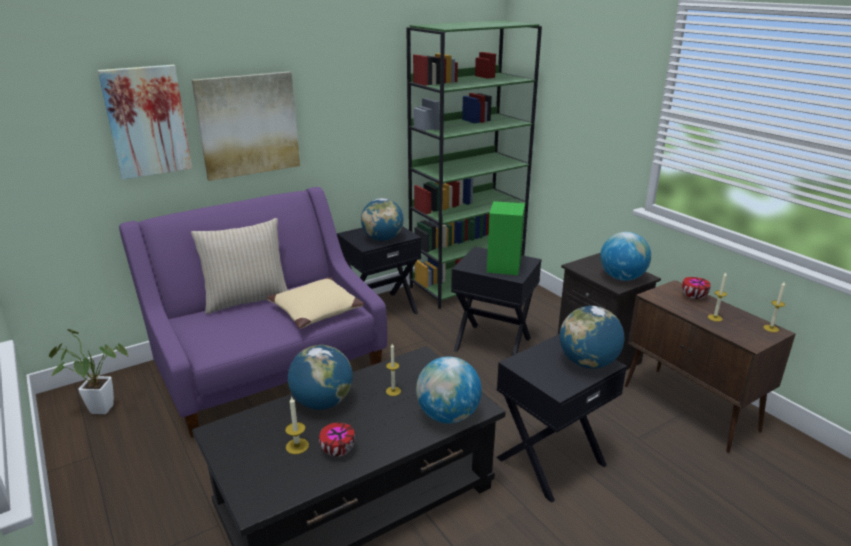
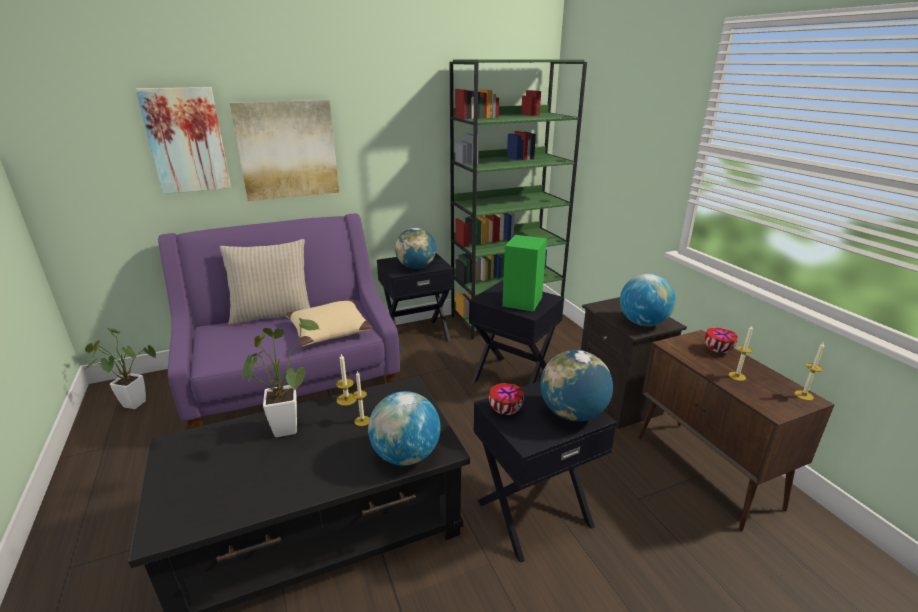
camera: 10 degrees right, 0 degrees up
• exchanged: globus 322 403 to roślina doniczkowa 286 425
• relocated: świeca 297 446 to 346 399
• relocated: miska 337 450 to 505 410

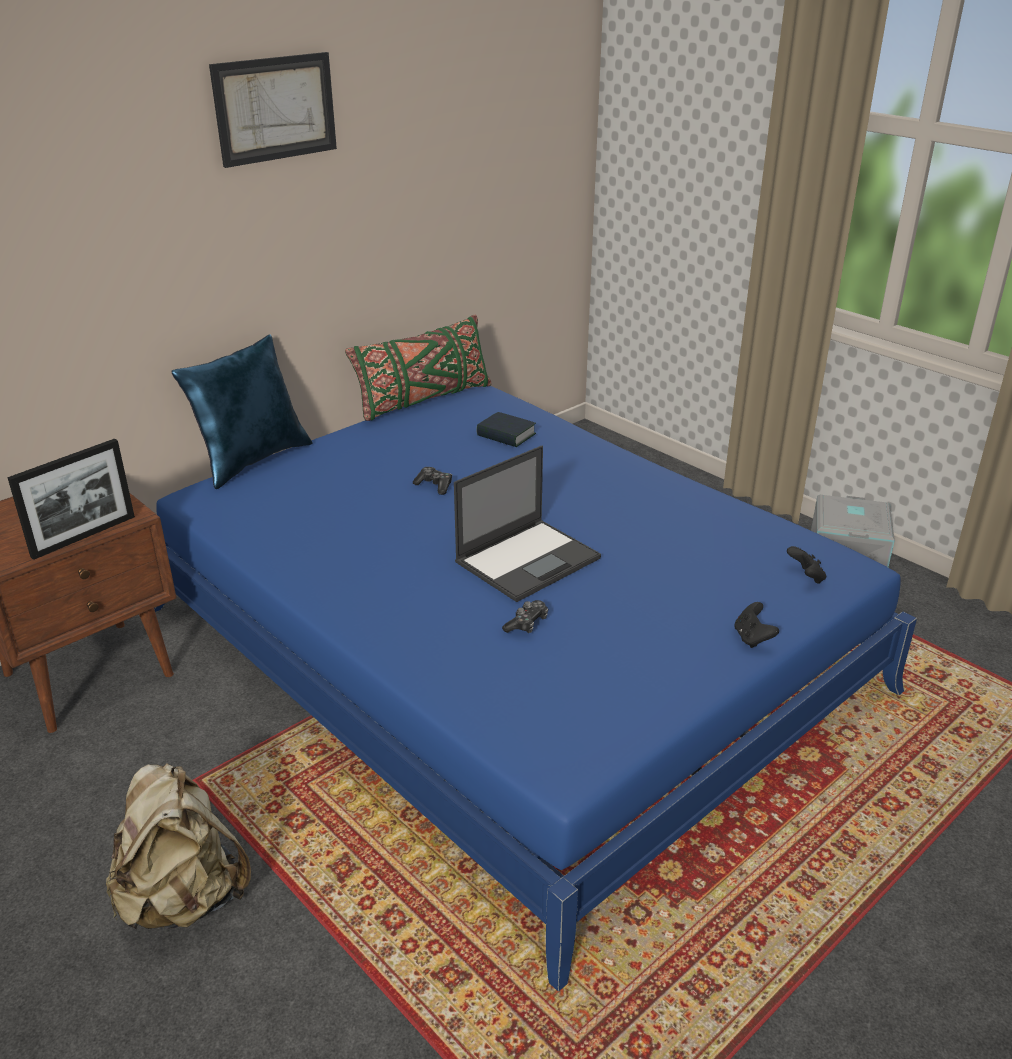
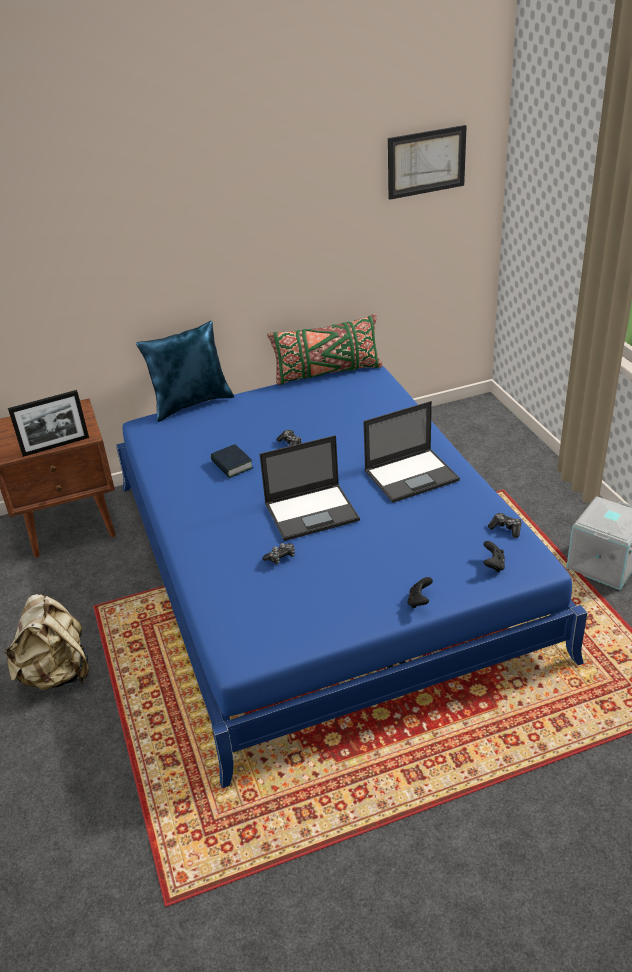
camera: 25 degrees right, 5 degrees up
• relocated: obraz 275 108 to 426 162
• relocated: książka 506 435 to 232 465
• appeared: laptop 412 475
• appeared: pad do gier 506 528

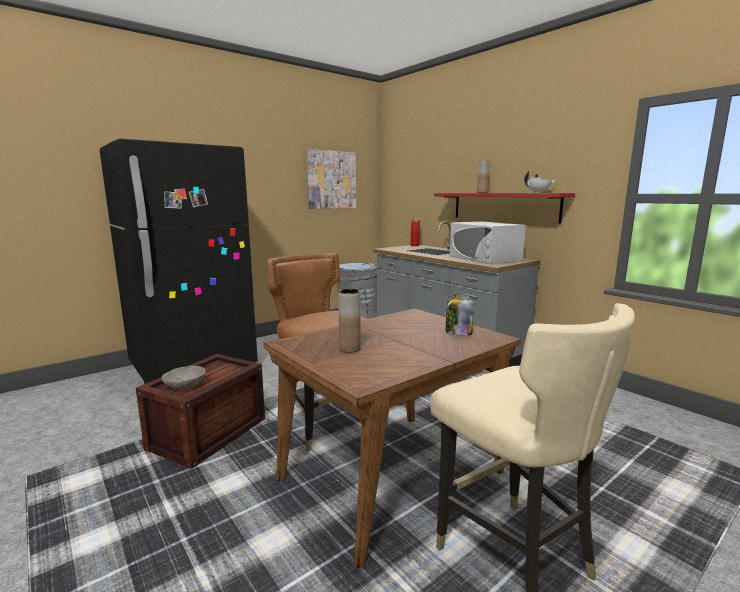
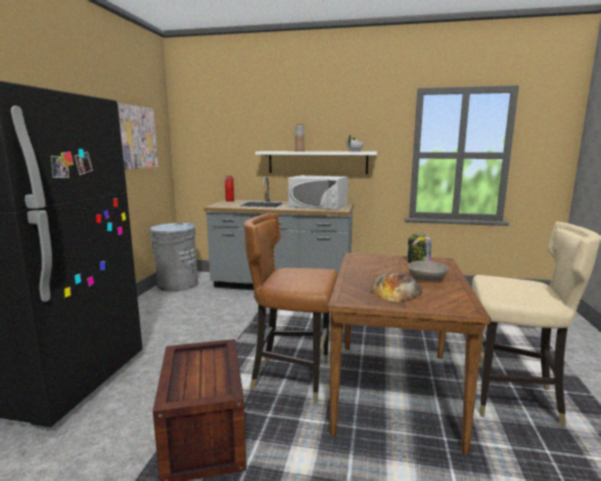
camera: 40 degrees left, 0 degrees up
• colour: półka [czerwony] 504 206 to półka [biały] 317 162
• exchanged: wazon [brązowy] 349 349 to chleb 396 290
• relocated: miska [szary] 185 385 to 426 278

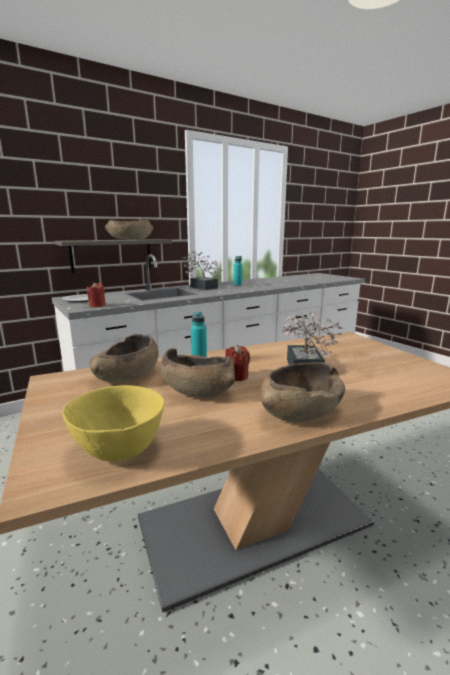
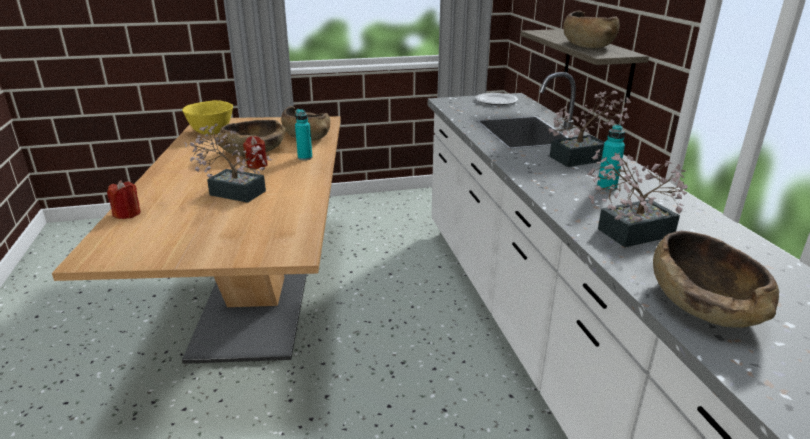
camera: 110 degrees right, 10 degrees up
• relocated: świeca [czerwony] 97 306 to 127 214
• relocated: miska [brązowy] 300 410 to 704 304
• appeared: roślina doniczkowa 628 233

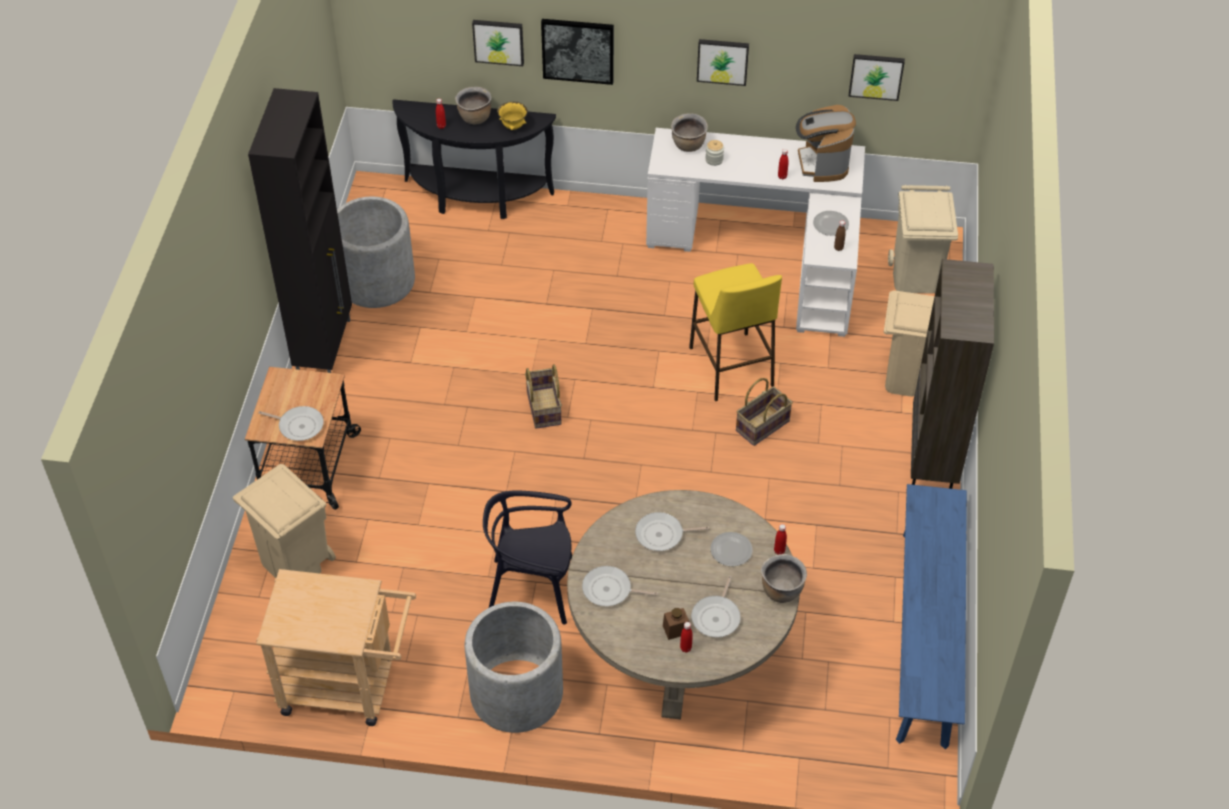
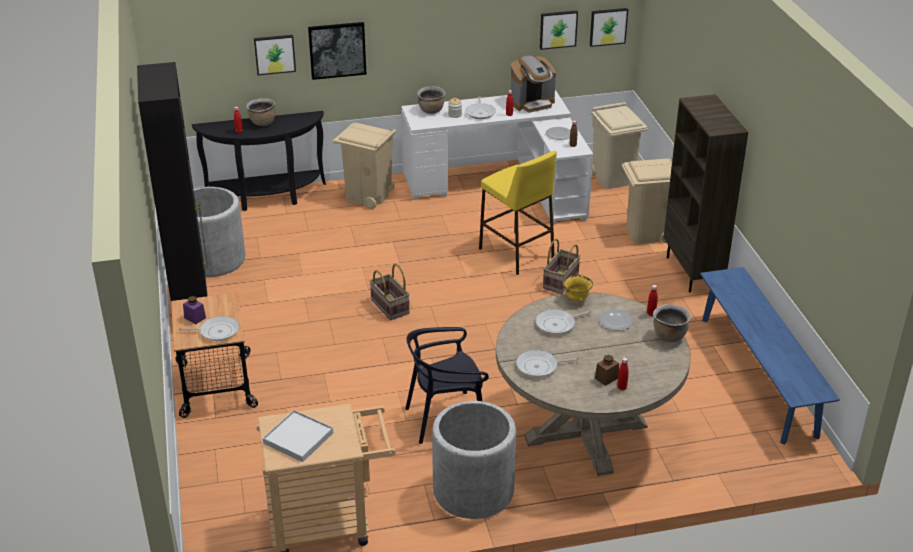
camera: 20 degrees left, 15 degrees down
• relocated: obraz 722 61 to 608 26
• relocated: miska [żółty] 513 126 to 576 299
• spun: ekspres do kawy 822 163 = 532 103 90 degrees counterclockwise
• relocated: kosz na śmieci [beżowy] 294 562 to 368 196
• relocated: patelnia 717 617 to 480 112
• appeared: słoik [fioletowy] 195 318
• appeared: taca [biały] 298 438

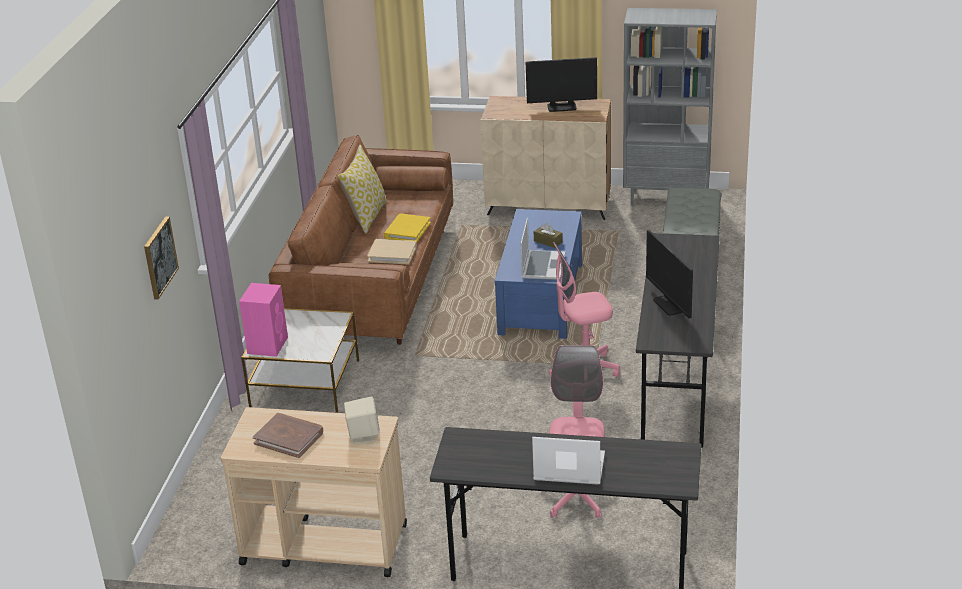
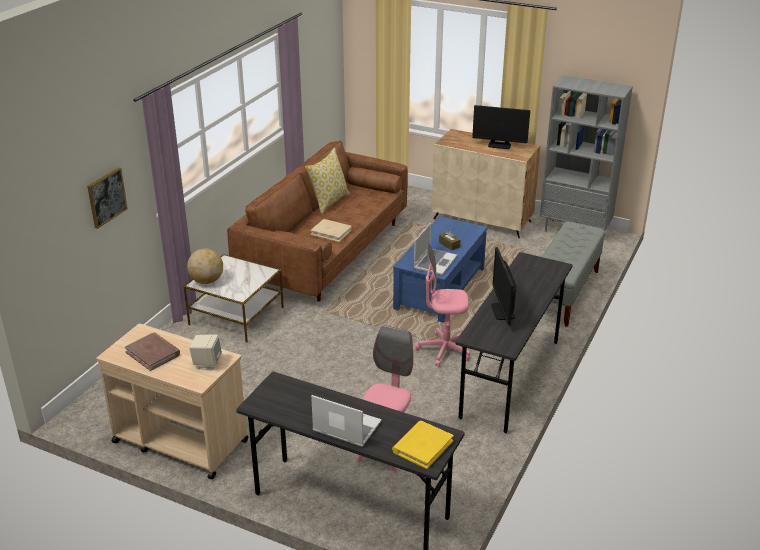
camera: 15 degrees right, 0 degrees up
• relocated: książka [żółty] 407 230 to 422 446
• exchanged: głośnik [różowy] 268 344 to globus 207 281

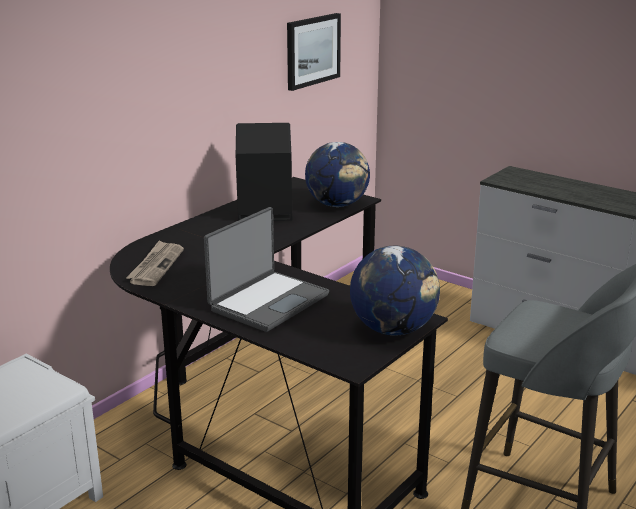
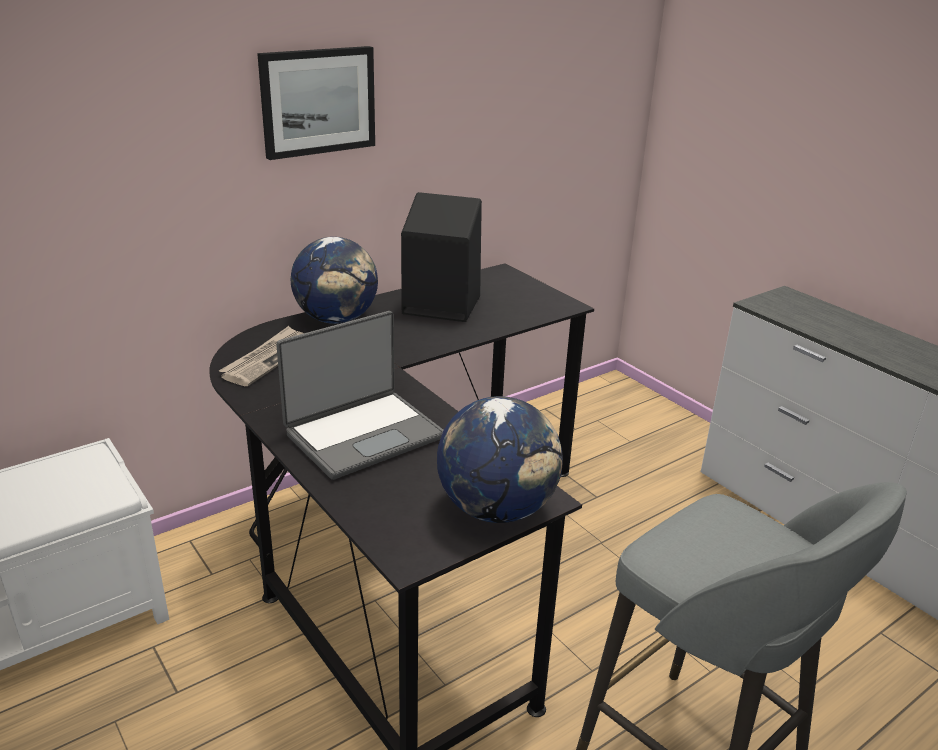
camera: 15 degrees right, 5 degrees up
• relocated: obraz 312 50 to 318 101
• relocated: globus 337 205 to 336 319

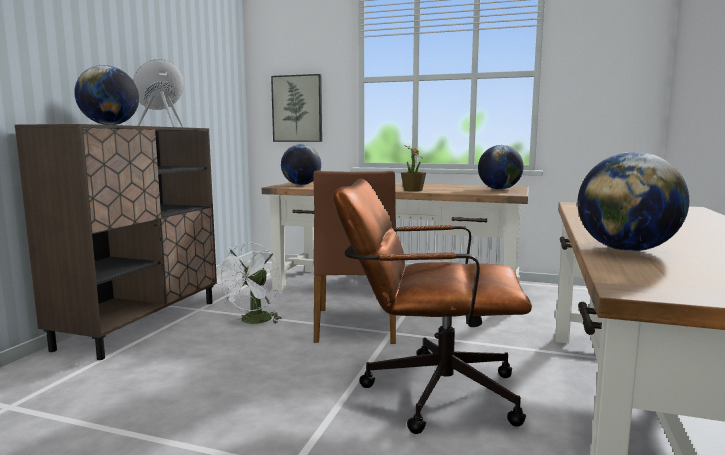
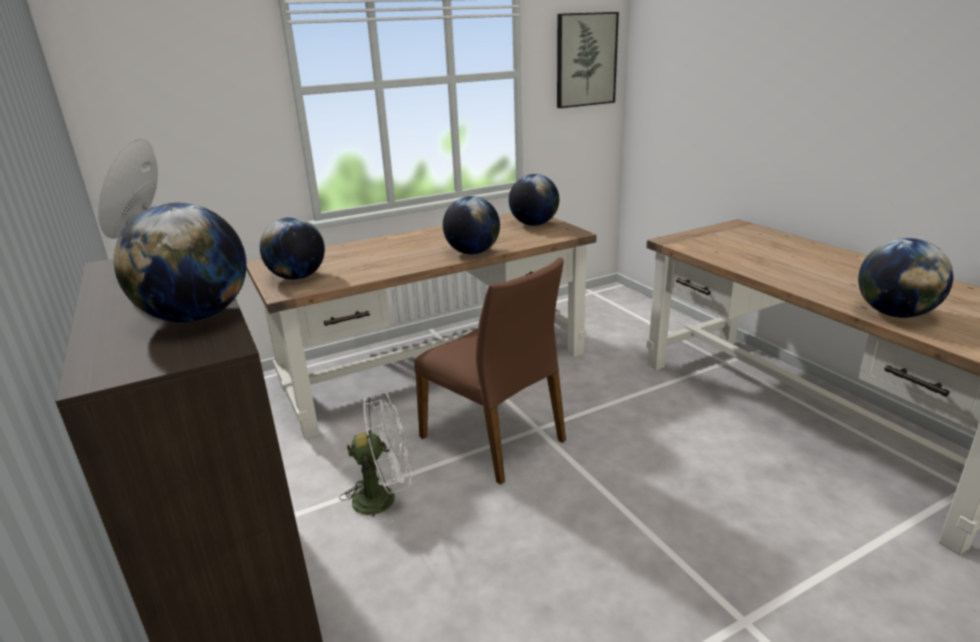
camera: 45 degrees left, 15 degrees up
• relocated: obraz 297 108 to 585 60
• exchanged: roślina doniczkowa 412 190 to globus 472 253
• missing: krzesło biurowe [brązowy] 428 391
• spun: wentylator [biały] 253 322 = 384 497 75 degrees counterclockwise

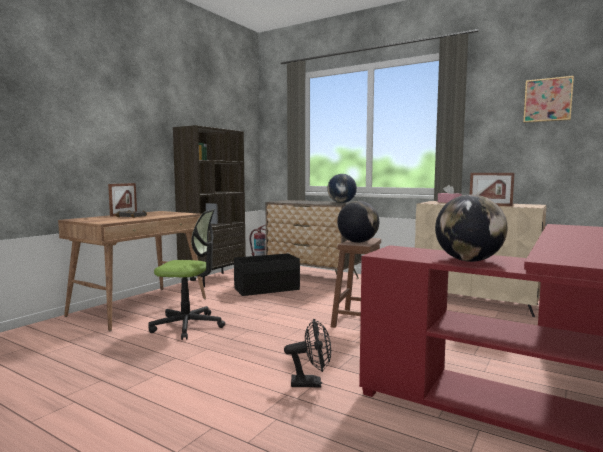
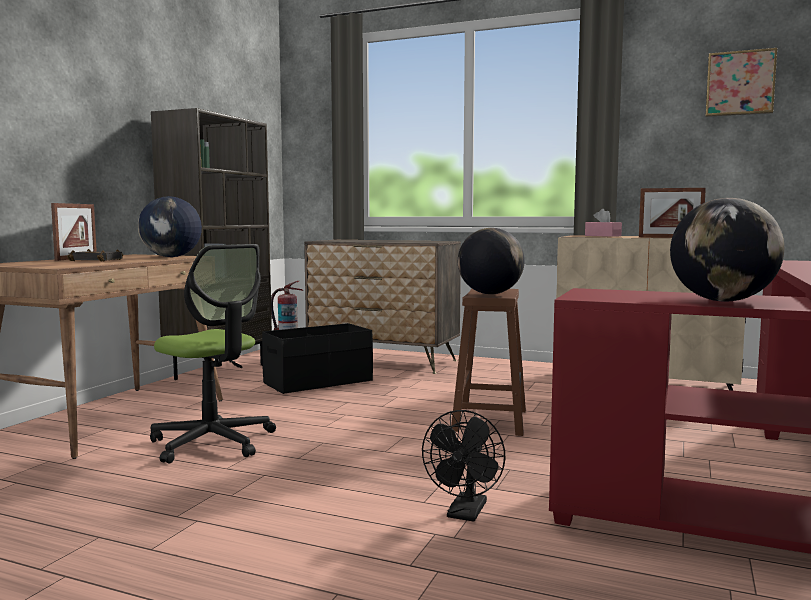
camera: 10 degrees left, 0 degrees up
• relocated: globus 341 203 to 171 257
• spun: krzesło biurowe 188 326 = 213 442 45 degrees clockwise
• spun: wentylator [czarny] 311 383 = 465 514 120 degrees clockwise

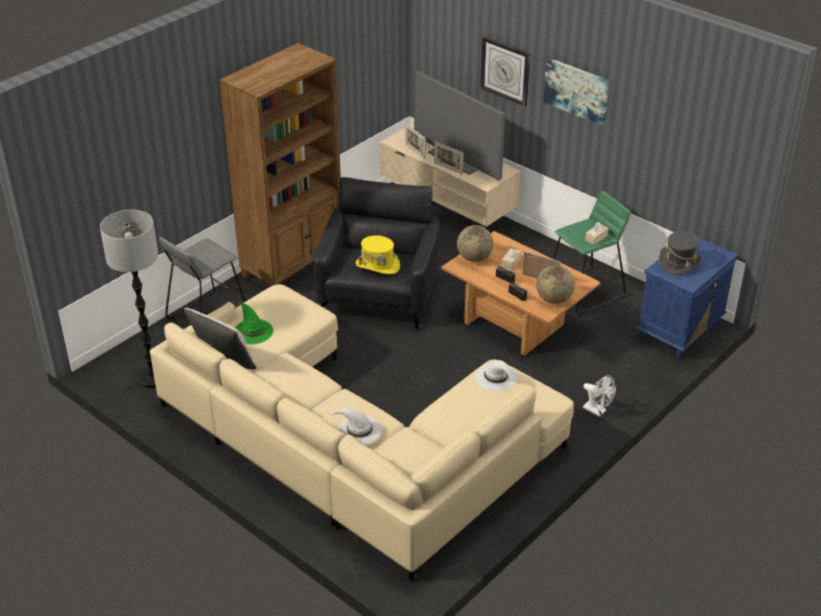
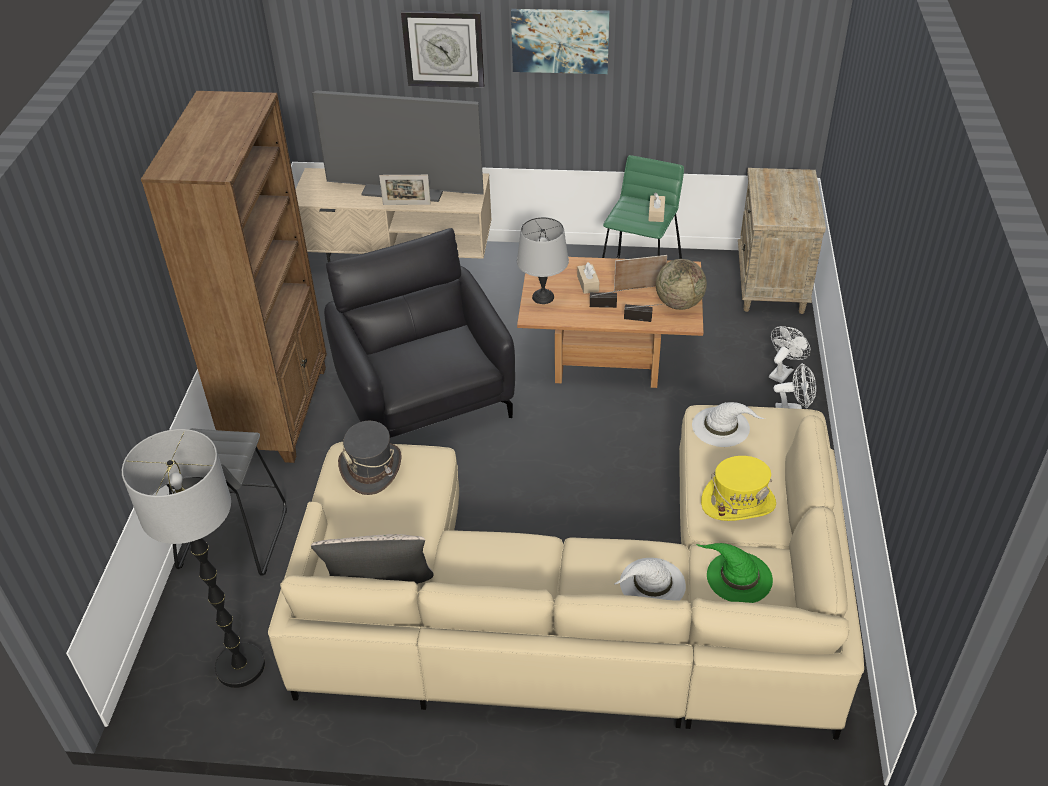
camera: 35 degrees left, 5 degrees up
• missing: ramka na zdjęcie 415 152
• exchanged: globus 474 258 to lampa stołowa [szary] 543 296
• relocated: kapelusz [szary] 679 262 to 371 468
• relocated: kapelusz [żółty] 378 265 to 738 502
• colour: szafka nocna [niebieski] 679 331 to szafka nocna [beżowy] 771 285
• relocated: kapelusz [zielony] 252 331 to 738 577
• appeared: wentylator [biały] 782 371

